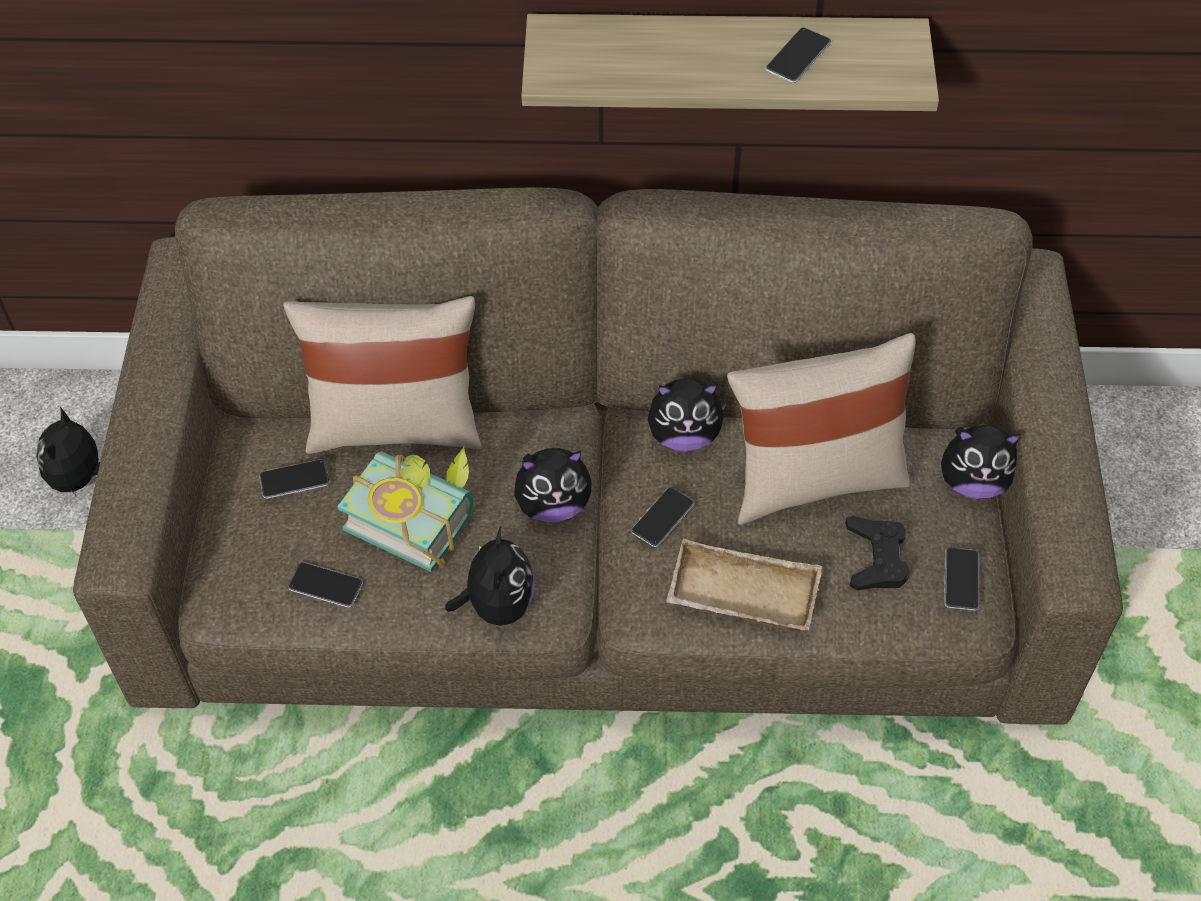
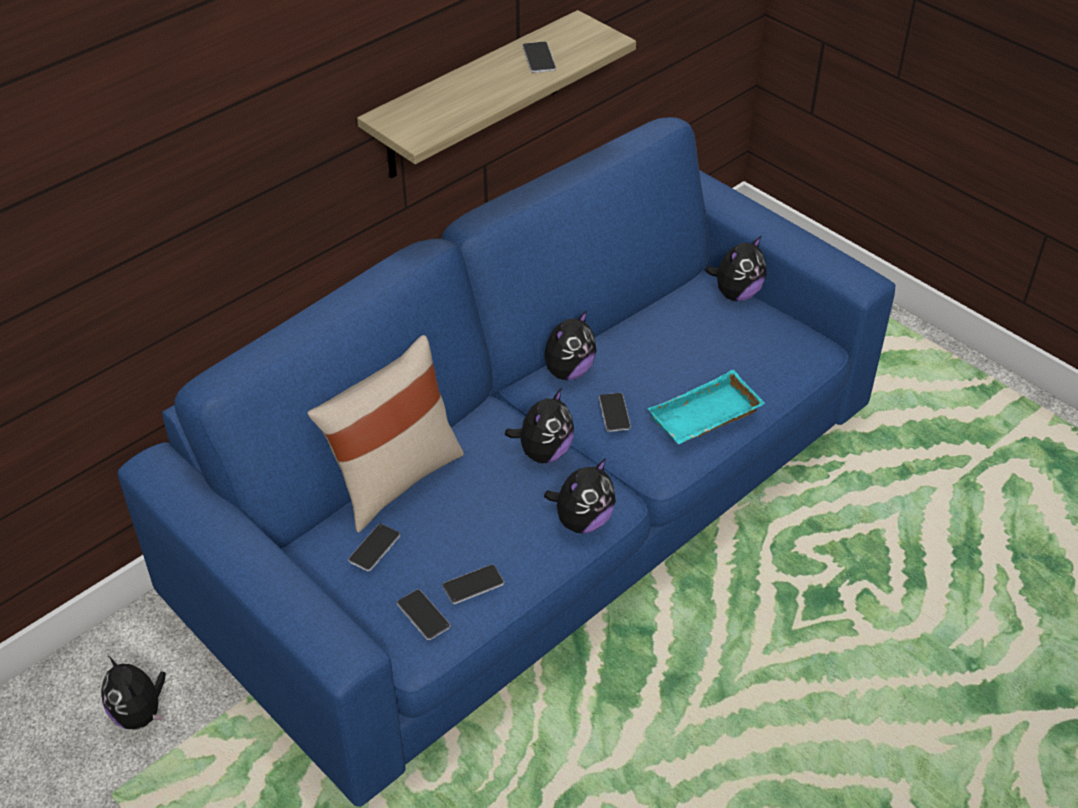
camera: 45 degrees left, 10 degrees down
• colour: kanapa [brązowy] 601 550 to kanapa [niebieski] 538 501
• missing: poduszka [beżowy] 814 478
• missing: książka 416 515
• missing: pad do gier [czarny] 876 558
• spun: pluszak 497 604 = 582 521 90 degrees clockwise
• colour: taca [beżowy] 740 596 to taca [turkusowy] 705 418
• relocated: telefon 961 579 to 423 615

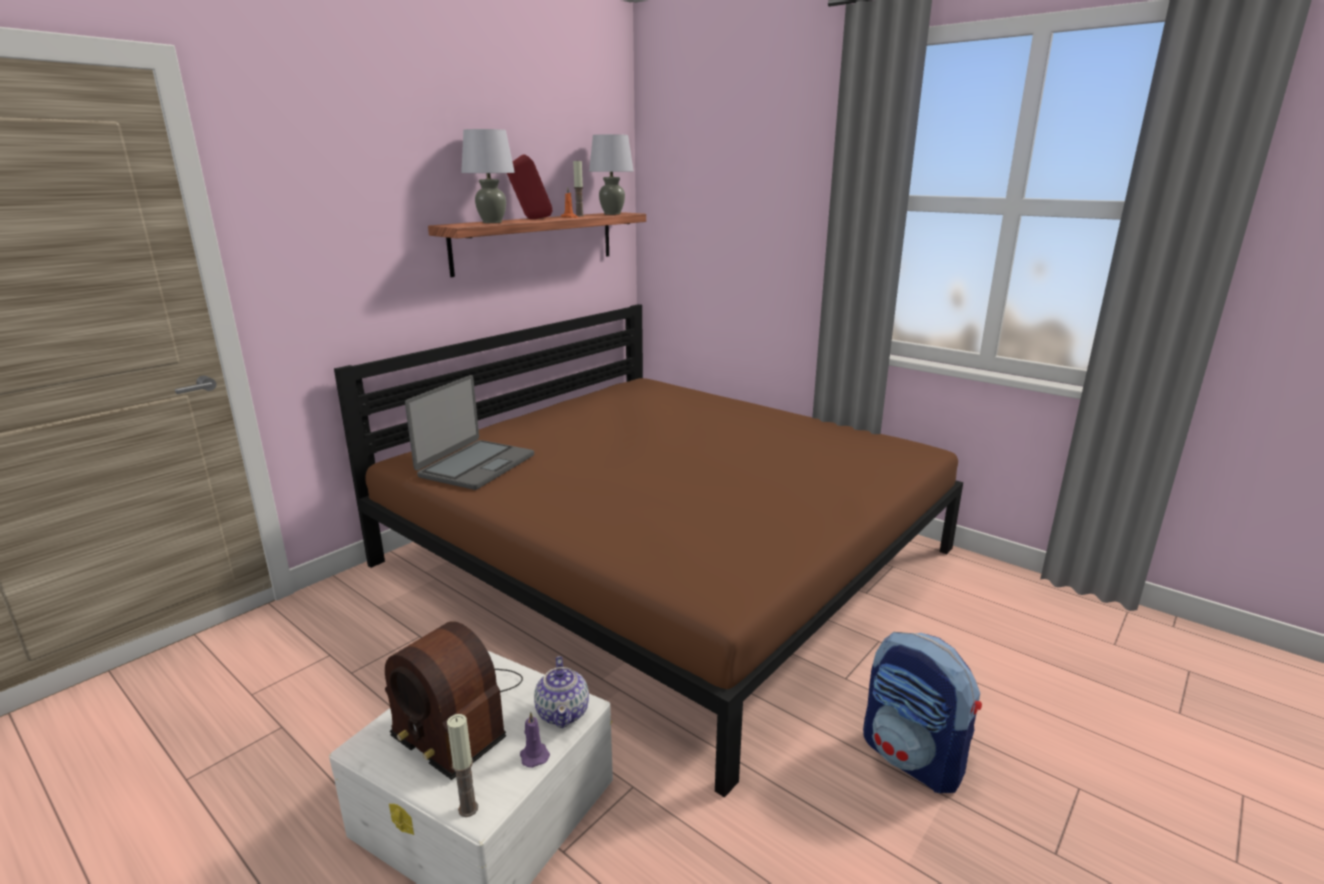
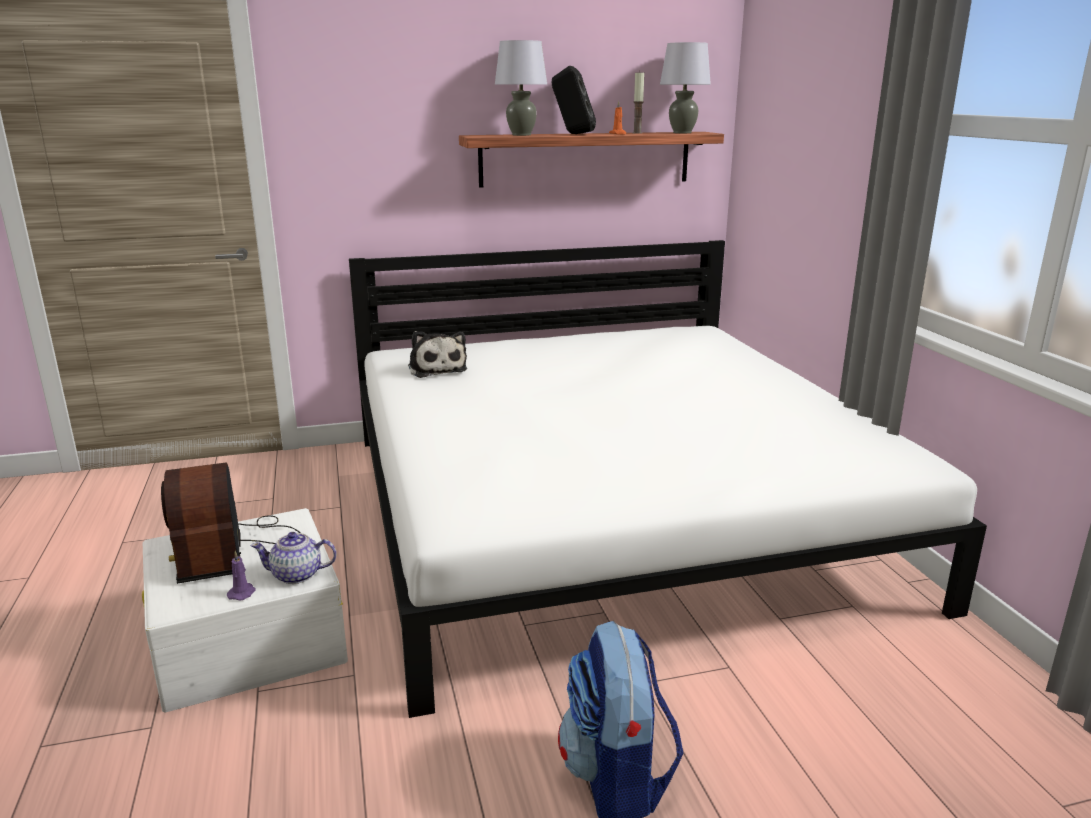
camera: 35 degrees right, 0 degrees up
• colour: głośnik [czerwony] 531 219 to głośnik [czarny] 573 134
• colour: łóżko [brązowy] 666 556 to łóżko [biały] 608 512
• exchanged: laptop 475 466 to pluszak 436 369
• spun: imbryk 563 712 = 297 575 60 degrees clockwise
• missing: świeca 468 808

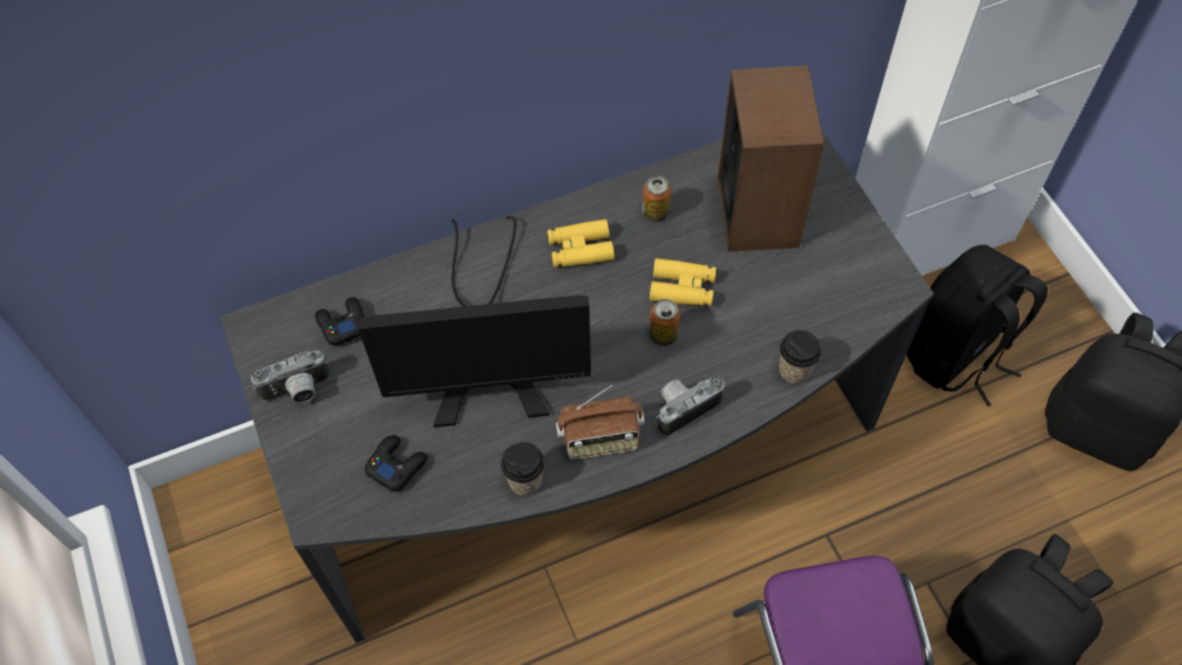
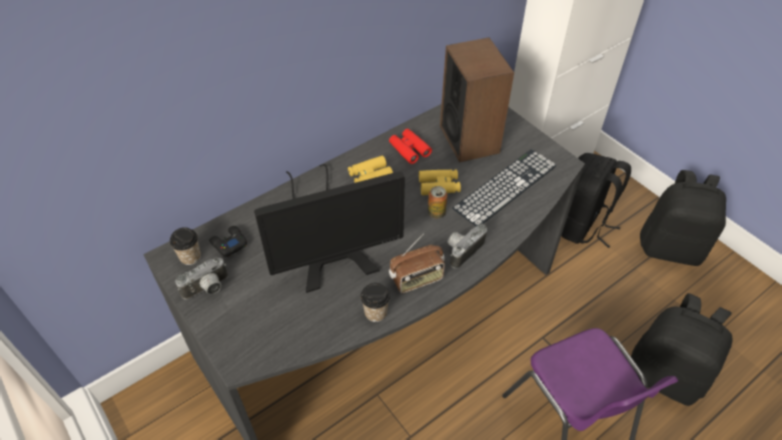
camera: 15 degrees left, 10 degrees down
• exchanged: puszka 655 213 to lornetka [czerwony] 409 149
• relocated: filiżanka 794 370 to 190 257
• missing: pad do gier [czarny] 396 465
• appeared: klawiatura 505 186

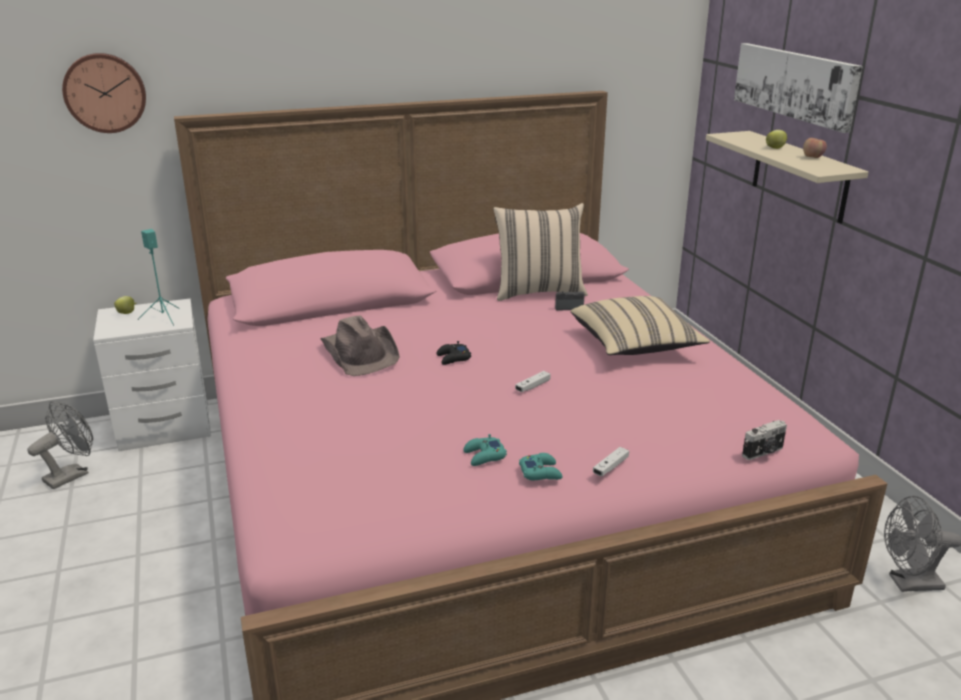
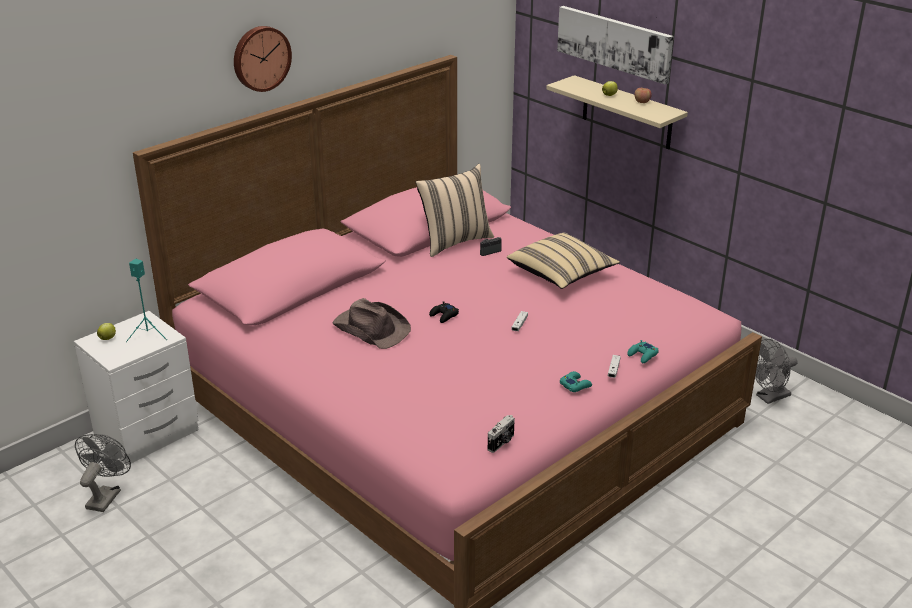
camera: 25 degrees left, 5 degrees up
• relocated: zegar ścienny 105 92 to 260 58
• relocated: aparat fotograficzny 763 452 to 502 442
• relocated: pad do gier [turkusowy] 484 456 to 643 355

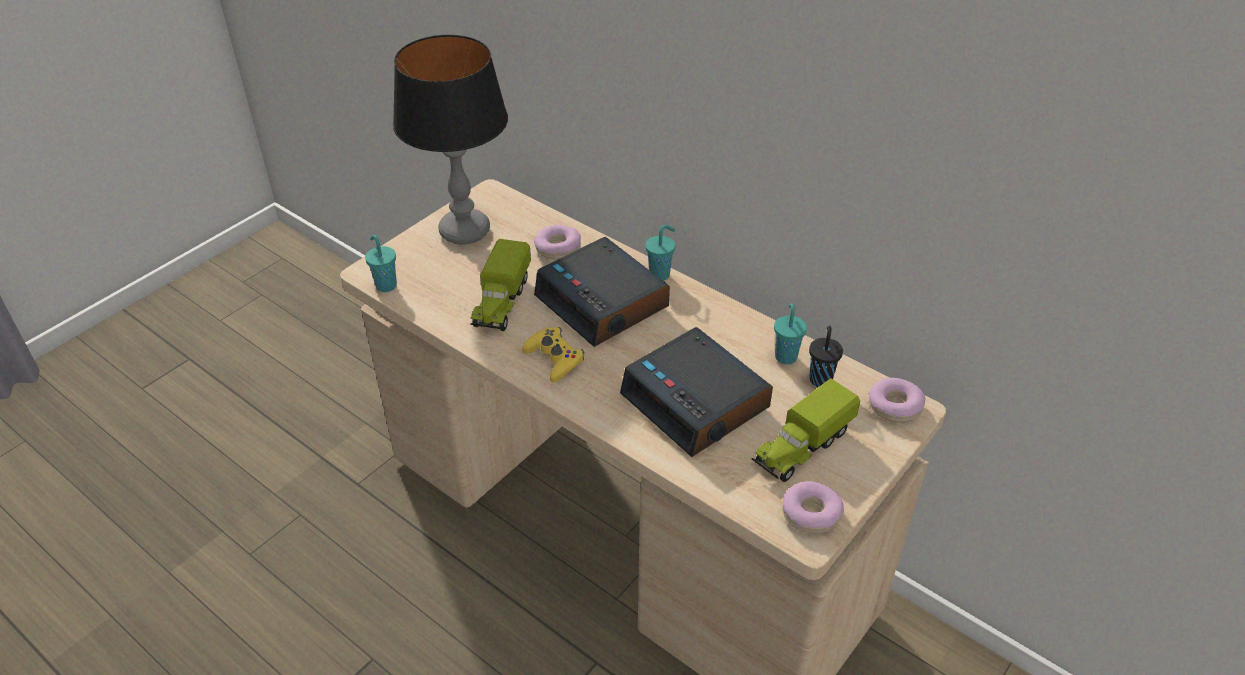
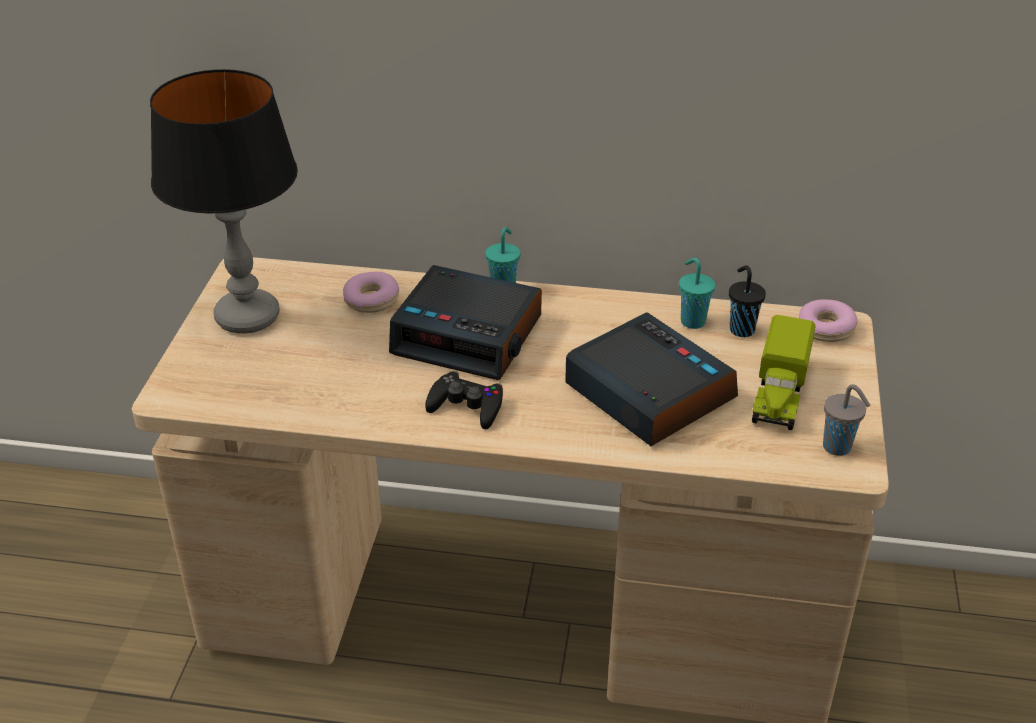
camera: 30 degrees left, 5 degrees down
• missing: filiżanka [turkusowy] 385 285
• missing: ciężarówka zabawkowa 501 302
• colour: pad do gier [żółty] 554 358 to pad do gier [czarny] 466 406
• spun: budzik 697 402 = 647 392 150 degrees counterclockwise
• exchanged: donut 811 514 to filiżanka [szary] 838 448

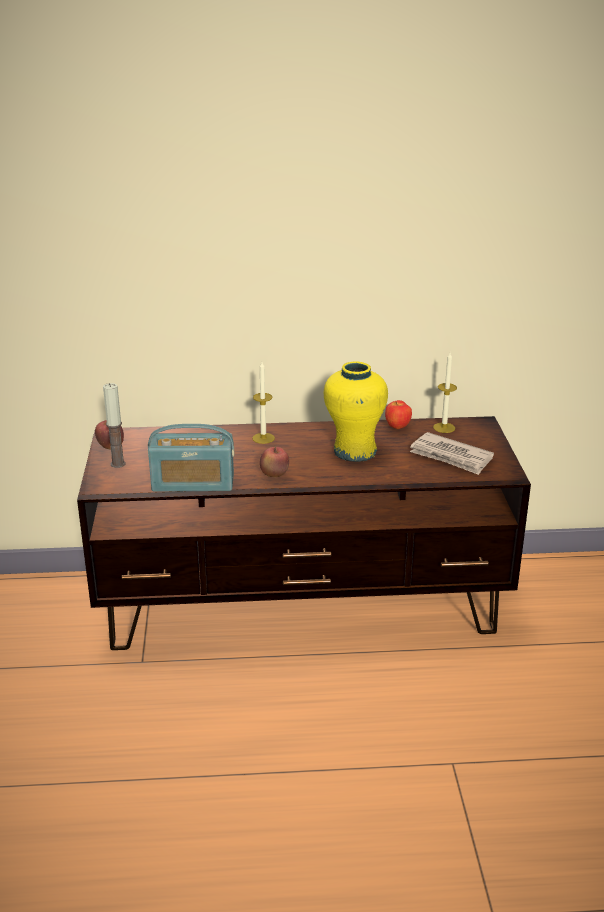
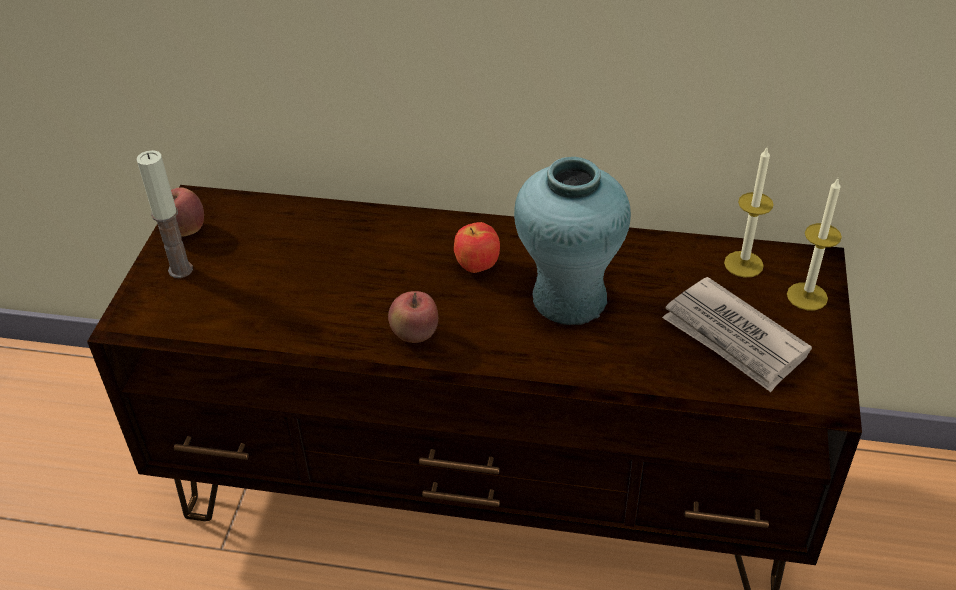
camera: 15 degrees right, 15 degrees up
• colour: wazon [żółty] 354 451 to wazon [turkusowy] 569 299
• relocated: świeca 263 438 to 807 296
• relocated: jabłko 397 427 to 477 267
• missing: radio 193 483

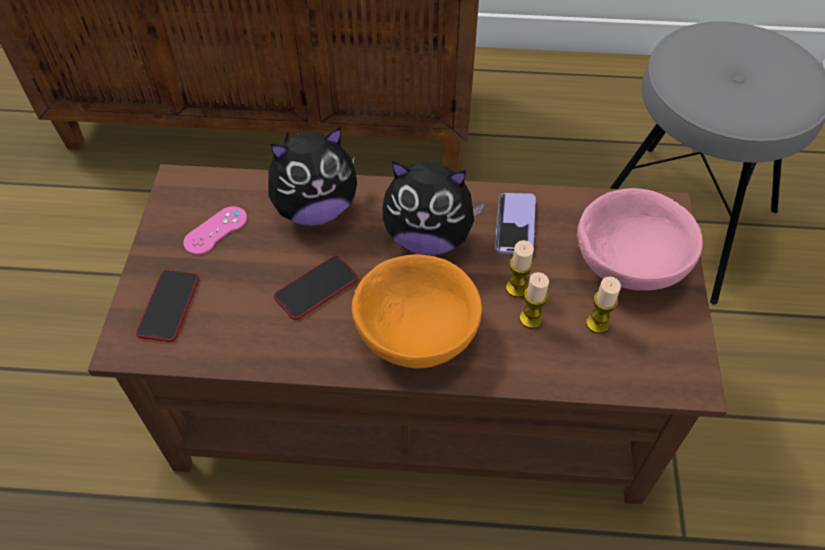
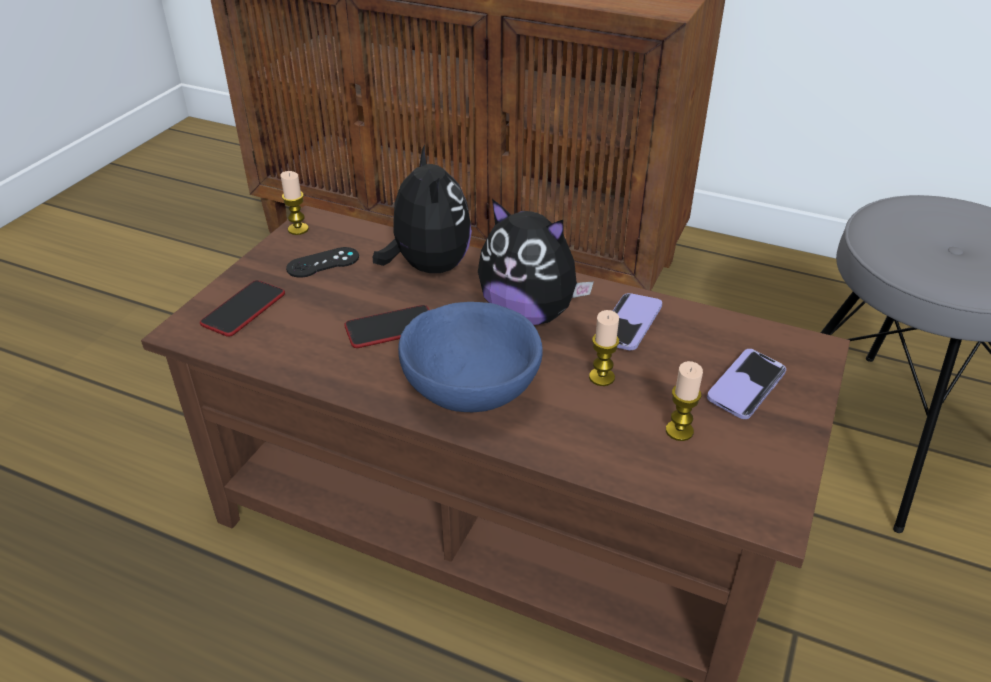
camera: 20 degrees right, 15 degrees down
• spun: pluszak 315 209 = 427 267 105 degrees counterclockwise
• exchanged: miska [różowy] 630 263 to telefon 746 386
• colour: pad do gier [różowy] 215 230 to pad do gier [czarny] 323 263
• colour: miska [pomarańczowy] 417 333 to miska [niebieski] 472 389
• relocated: świeca 530 319 to 298 229

